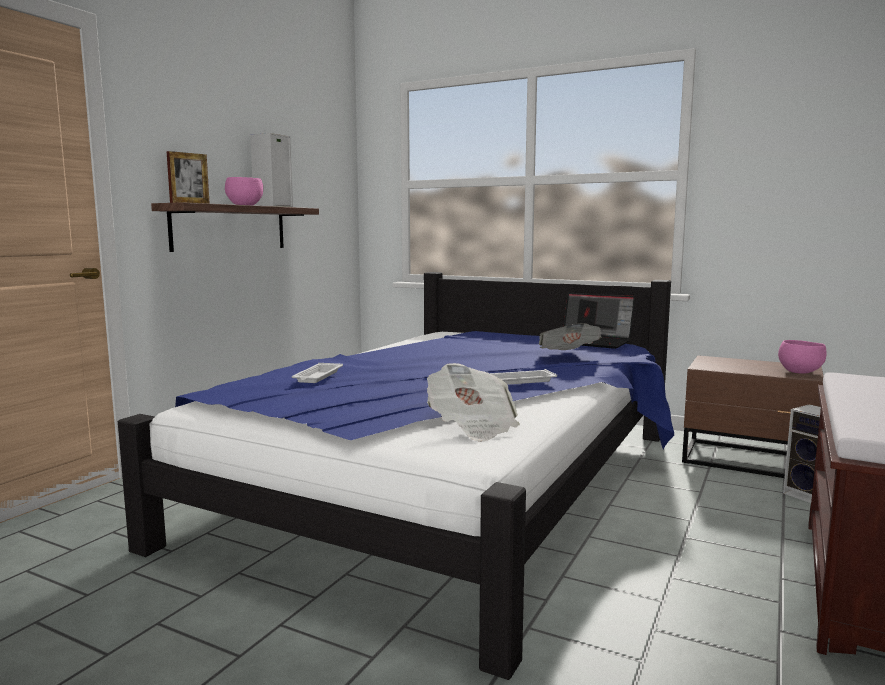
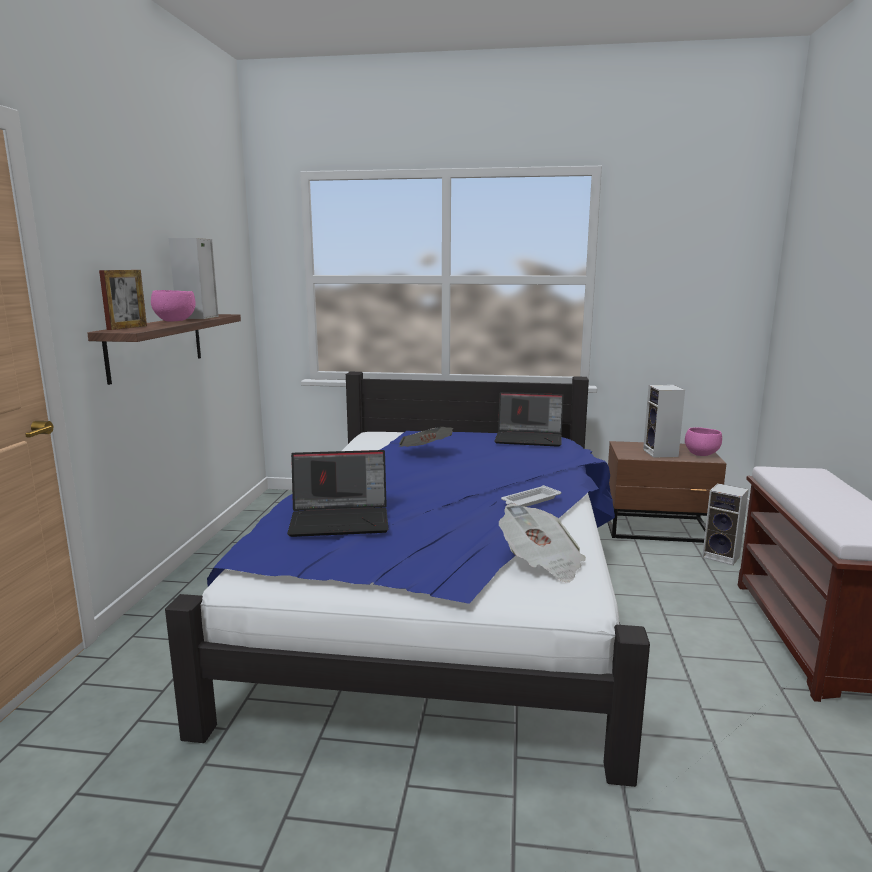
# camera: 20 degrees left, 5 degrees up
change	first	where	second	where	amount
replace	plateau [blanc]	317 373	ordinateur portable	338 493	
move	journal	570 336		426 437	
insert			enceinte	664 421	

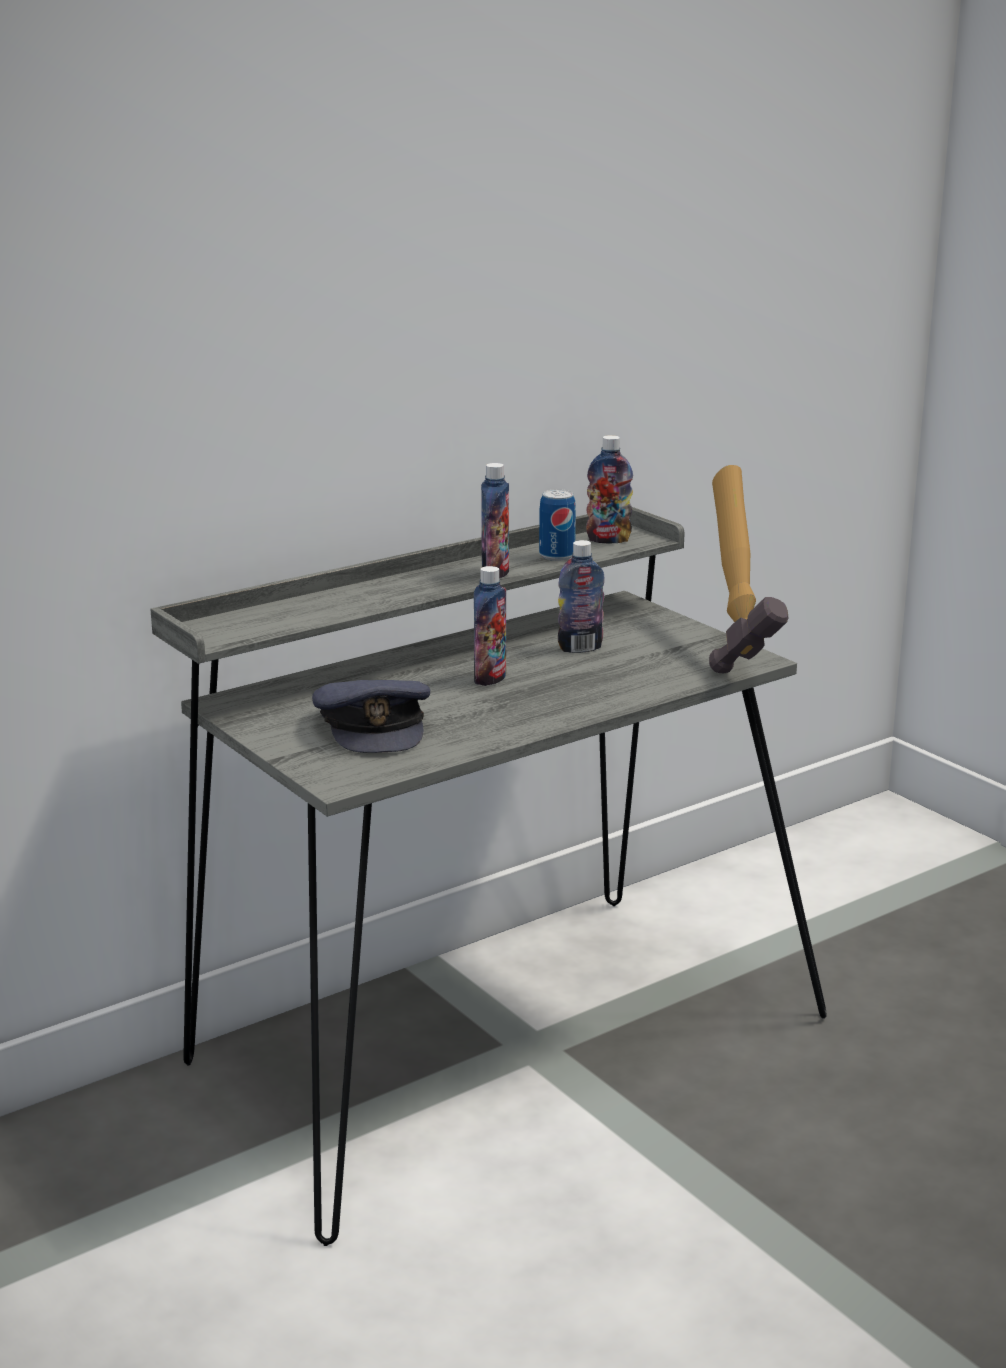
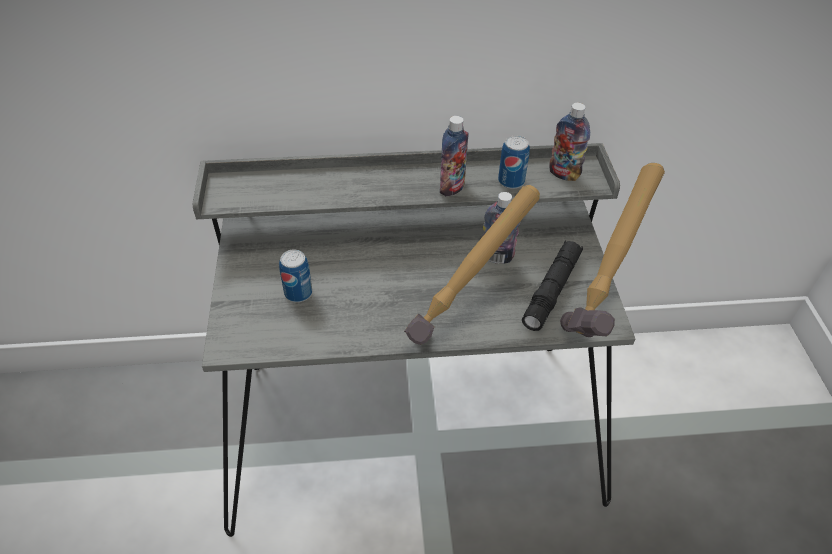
# camera: 30 degrees right, 25 degrees up
change	first	where	second	where	amount
replace	casquette [gris]	371 716	boîte métallique	295 275	
delete	bouteille	490 626			
insert			marteau	472 265	
insert			lampe de poche [noir]	552 285	

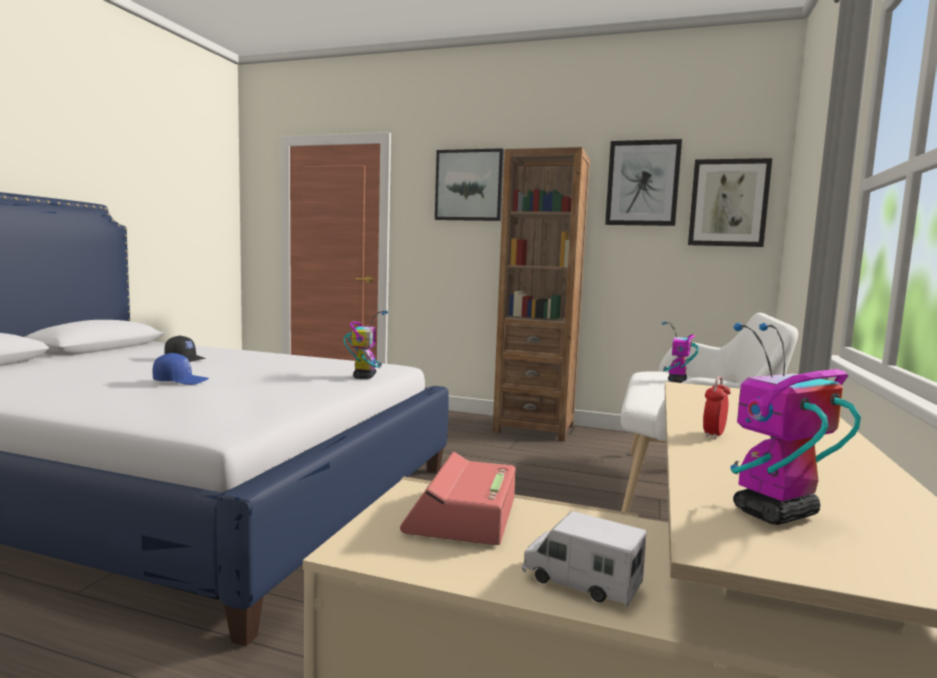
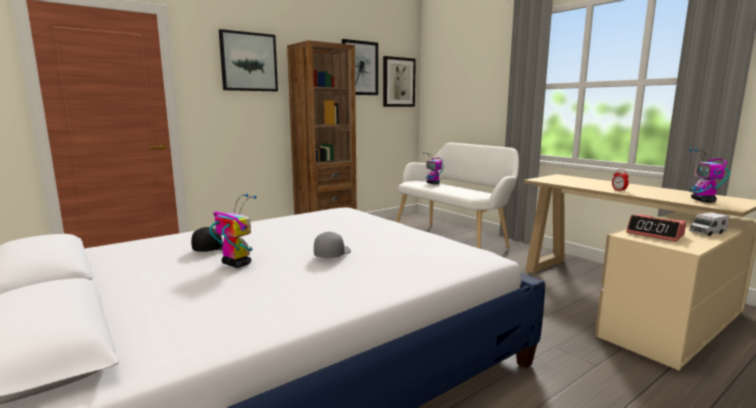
# camera: 55 degrees left, 5 degrees up
change	first	where	second	where	amount
recolor	casquette [bleu]	181 369	casquette [gris]	332 245	
move	robot jouet	366 345		233 231	

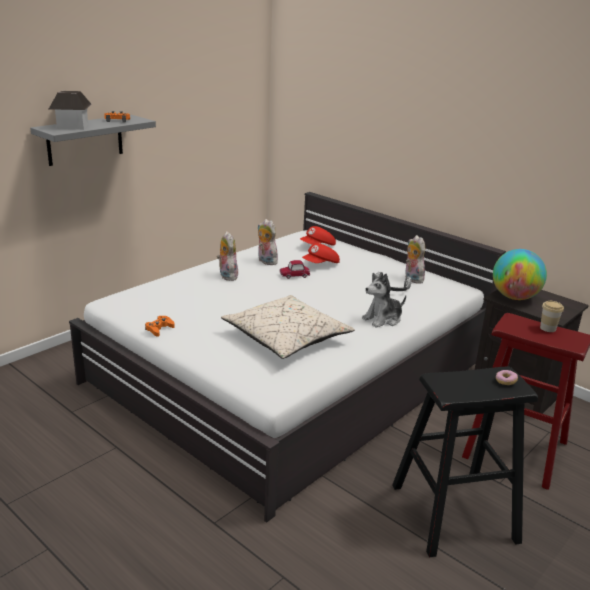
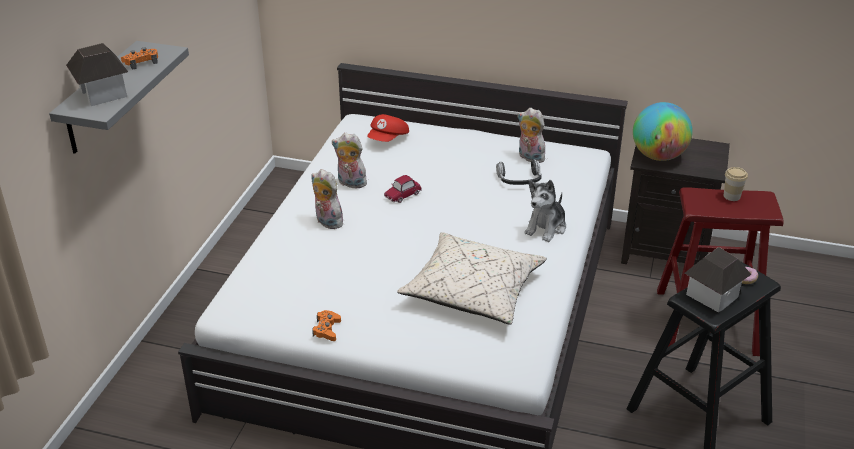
# camera: 25 degrees left, 10 degrees up
change	first	where	second	where	amount
delete	casquette [rouge]	321 253			
insert			maison miniature	718 279	

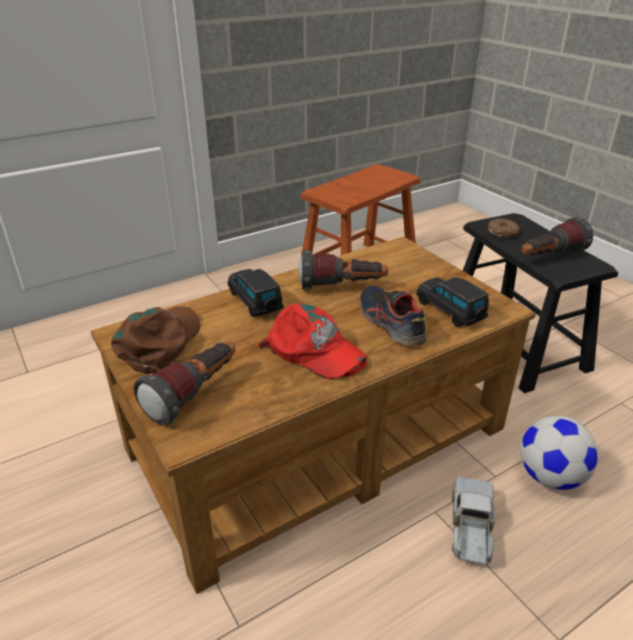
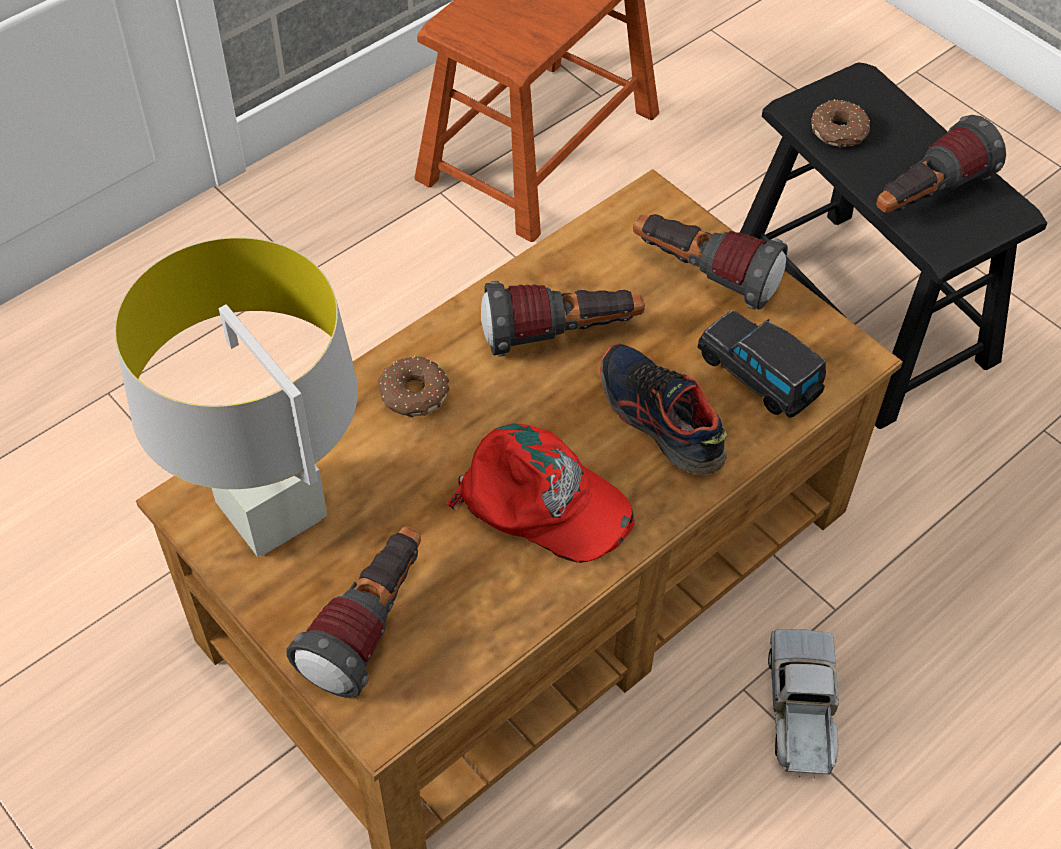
# camera: 10 degrees left, 20 degrees up
change	first	where	second	where	amount
replace	casquette [marron]	155 340	lampe de table [gris]	236 397	
replace	petite voiture [noir]	256 293	beignet	414 387	
delete	ballon de foot	559 453			
insert			lampe de poche	710 262	

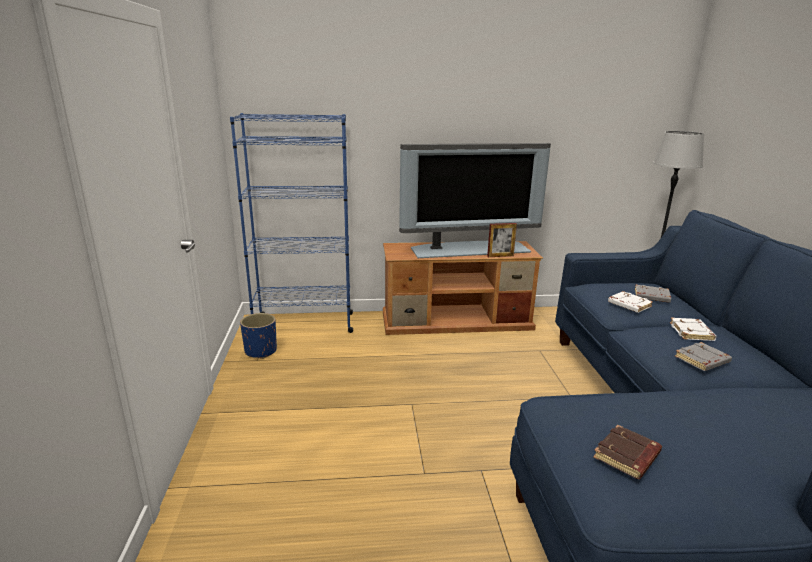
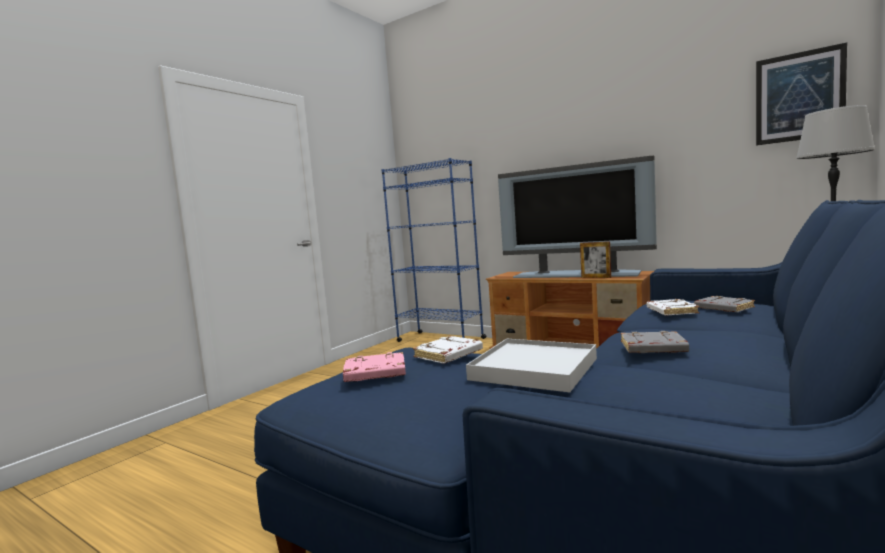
# camera: 40 degrees right, 15 degrees down
change	first	where	second	where	amount
delete	cache-pot [bleu]	258 336			
recolor	livre [marron]	627 452	livre [rose]	374 367	
move	livre [blanc]	693 329		448 349	
insert			plateau [blanc]	531 365	
insert			tableau	801 94	

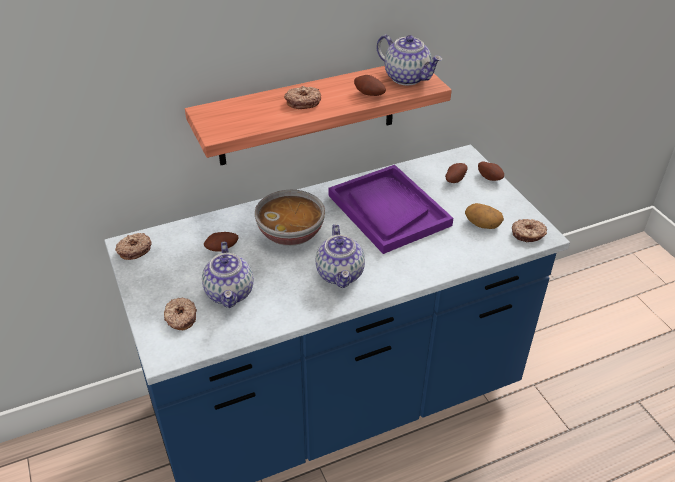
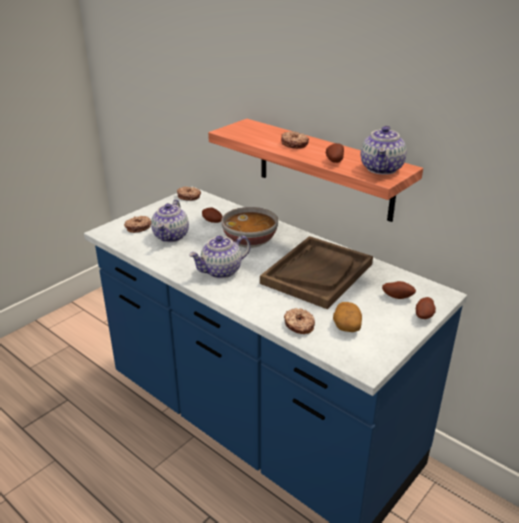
# camera: 65 degrees right, 10 degrees down
change	first	where	second	where	amount
rotate	théière	227 275		170 221	45 degrees counterclockwise
recolor	plateau [violet]	391 209	plateau [marron]	316 272	
move	beignet	529 230		299 321	

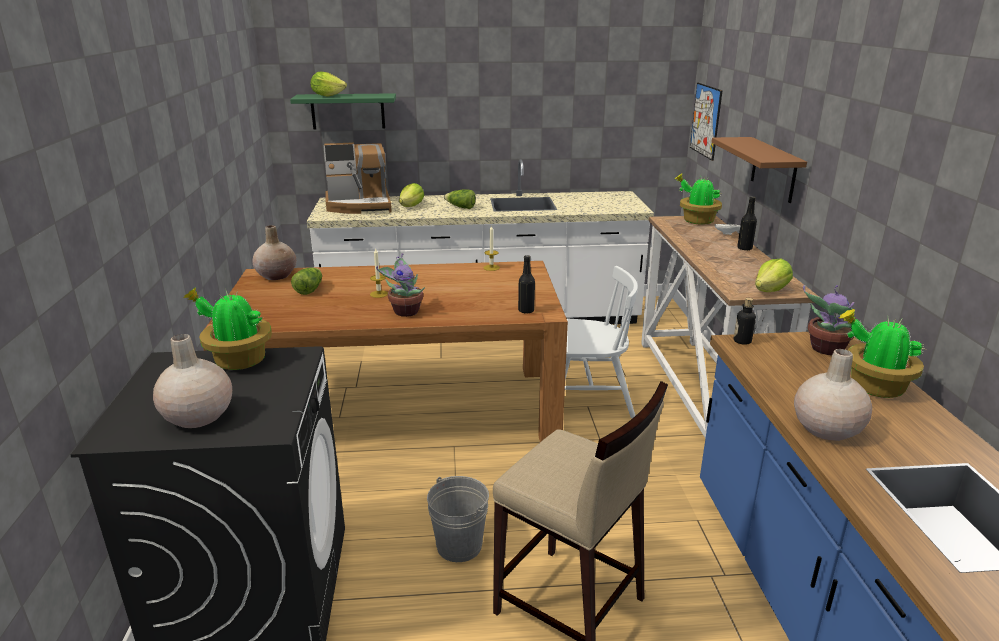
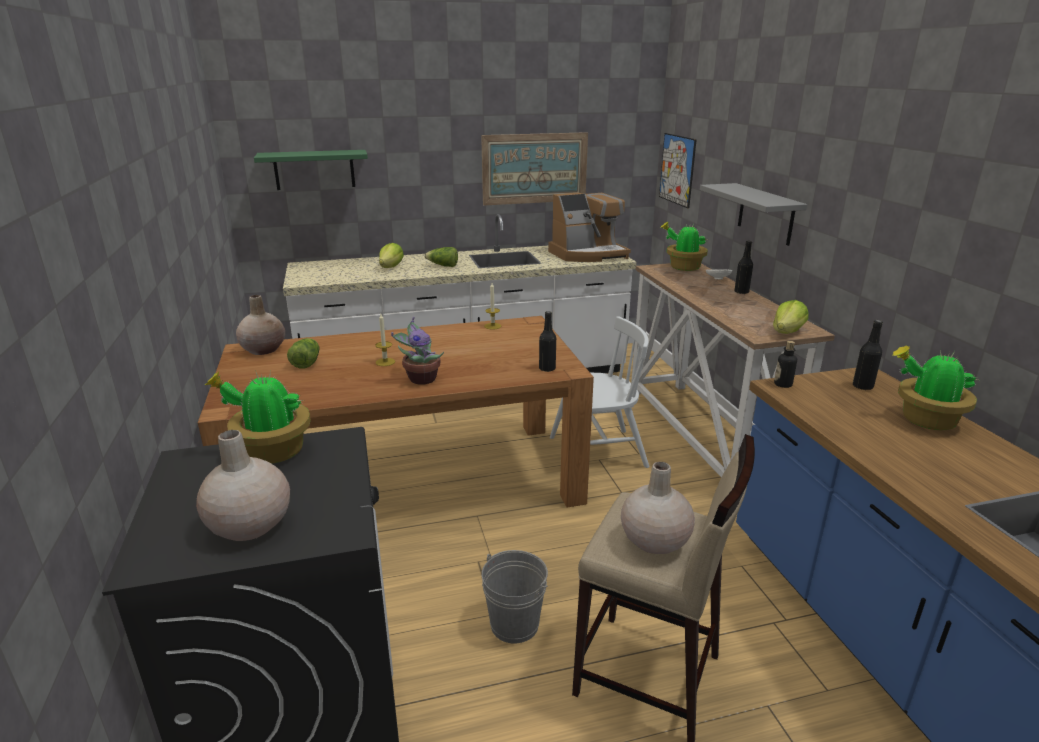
# camera: 10 degrees left, 0 degrees up
change	first	where	second	where	amount
delete	laitue	329 84			
move	machine à café	357 178		589 227	
recolor	étagère [marron]	759 170	étagère [gris]	753 214	
move	vase [beige]	833 395		658 508	
replace	plante en pot	832 320	bouteille [noir]	868 355	
insert			tableau	534 169	

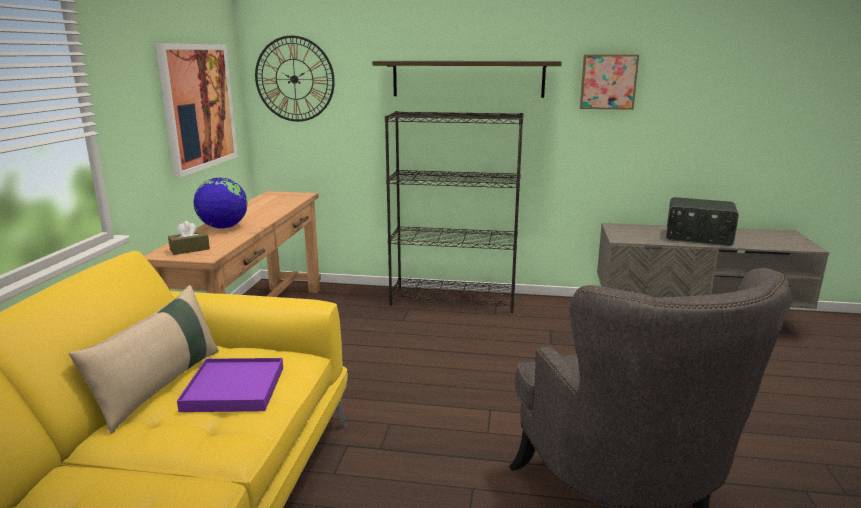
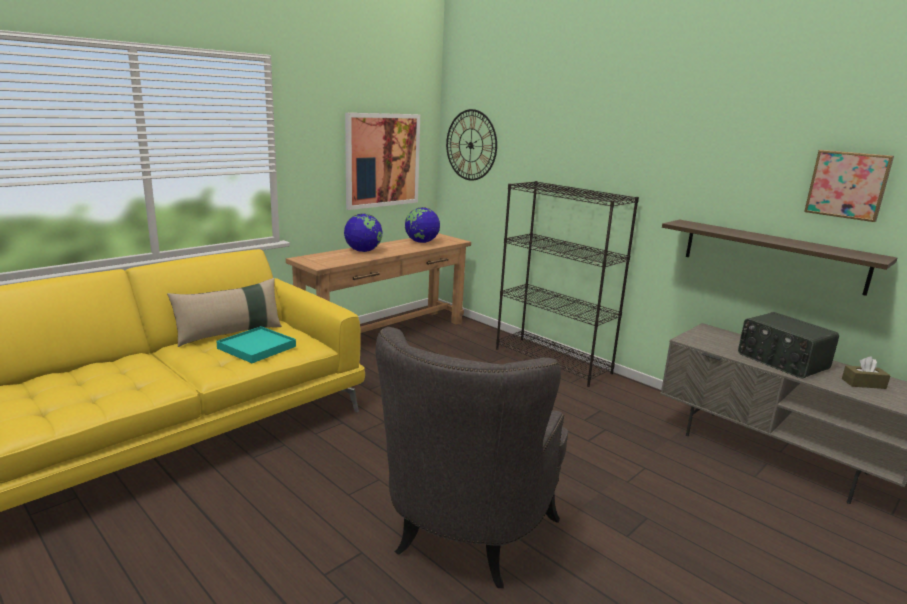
# camera: 35 degrees right, 0 degrees up
change	first	where	second	where	amount
move	boîte à mouchoirs [marron]	189 238		866 372	
recolor	plateau [violet]	230 385	plateau [turquoise]	256 344	
move	étagère	467 79		779 258	
move	tableau	609 82		849 186	
insert			globe	422 225	

